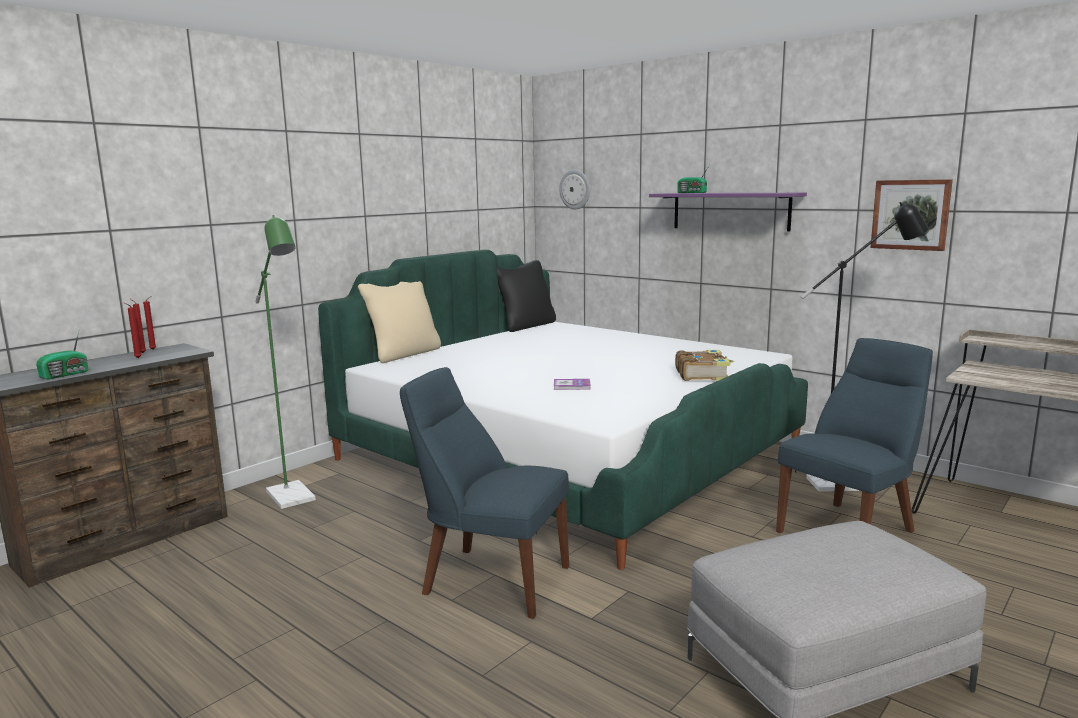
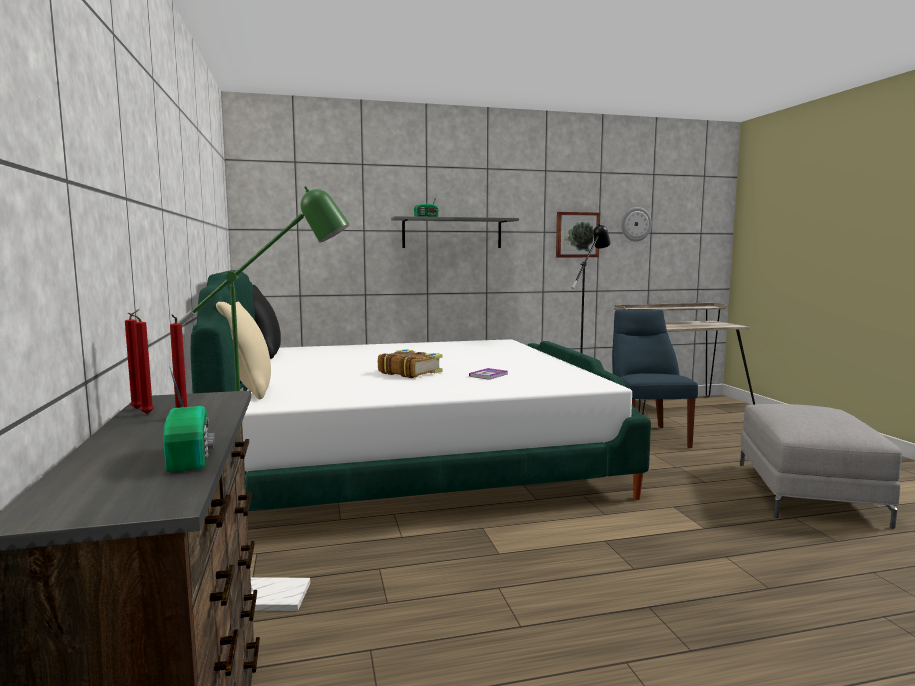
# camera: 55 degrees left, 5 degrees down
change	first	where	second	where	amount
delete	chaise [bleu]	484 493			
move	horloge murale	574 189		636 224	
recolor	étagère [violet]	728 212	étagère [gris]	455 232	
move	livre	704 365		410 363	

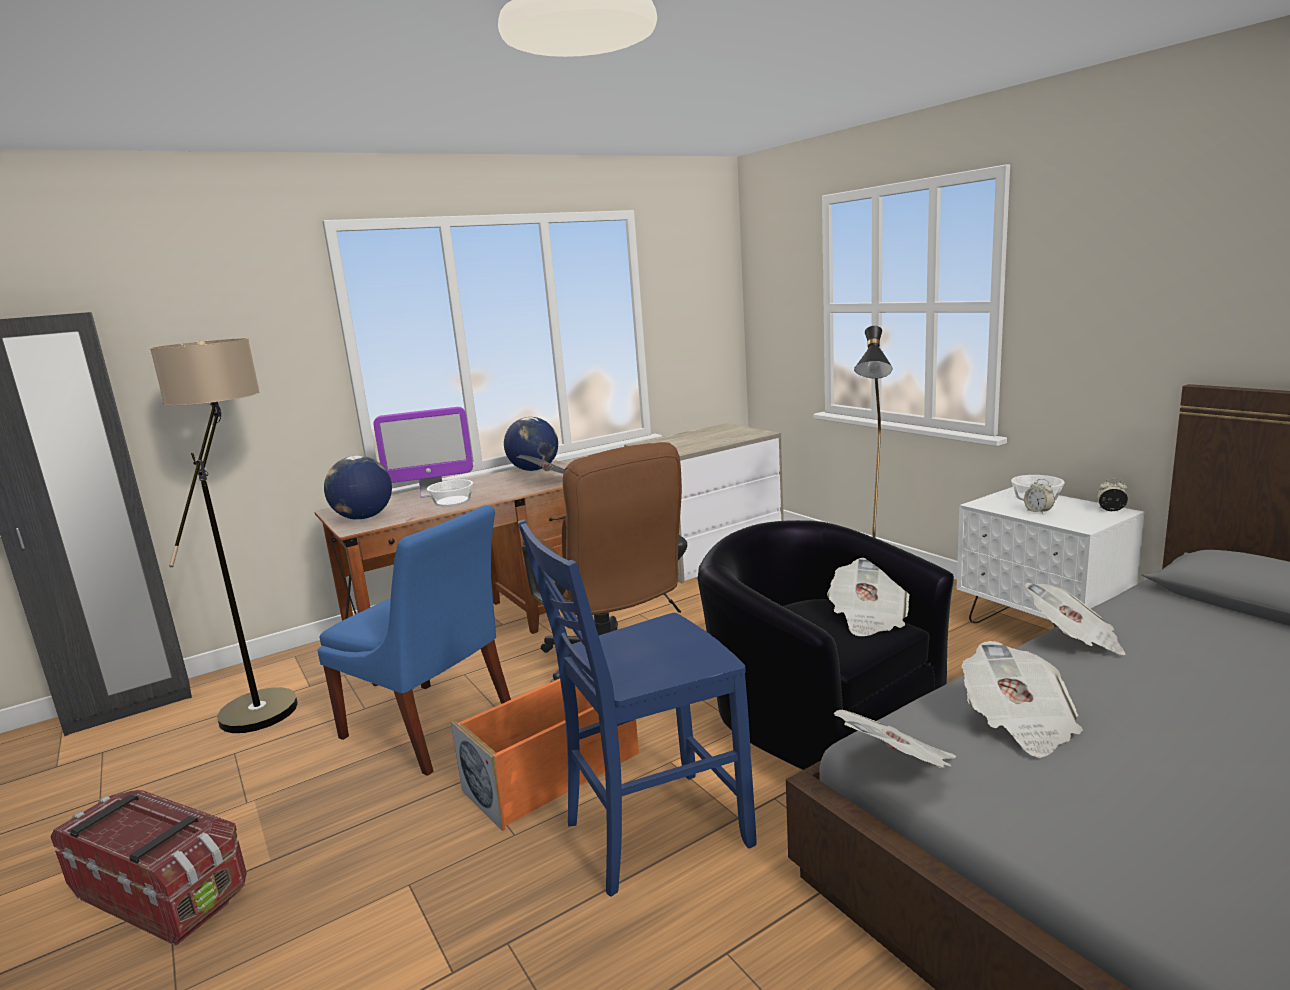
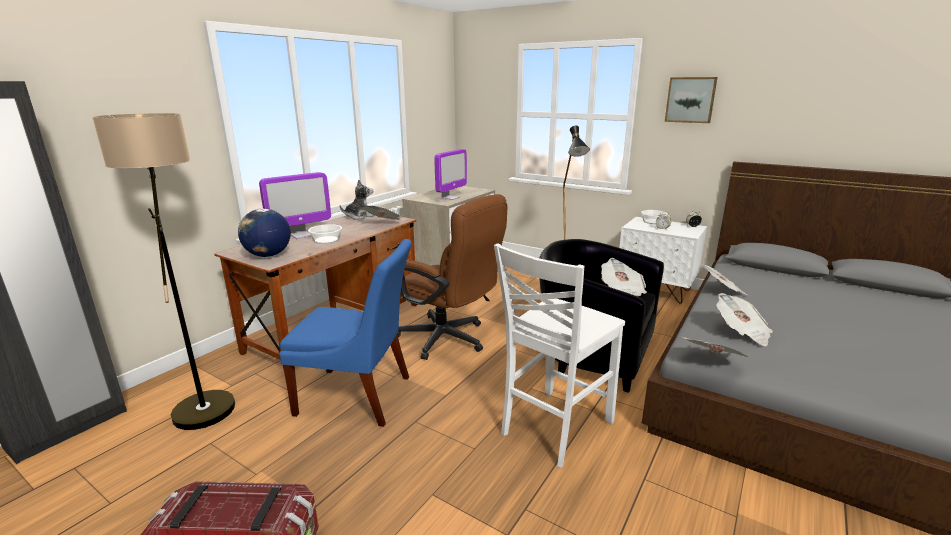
# camera: 25 degrees left, 5 degrees up
change	first	where	second	where	amount
delete	boîte de rangement [orange]	545 755			
replace	globe	531 444	peluche	357 200	
recolor	chaise [bleu]	637 707	chaise [blanc]	559 356	
insert			écran d'ordinateur	450 174	
insert			tableau	691 100	

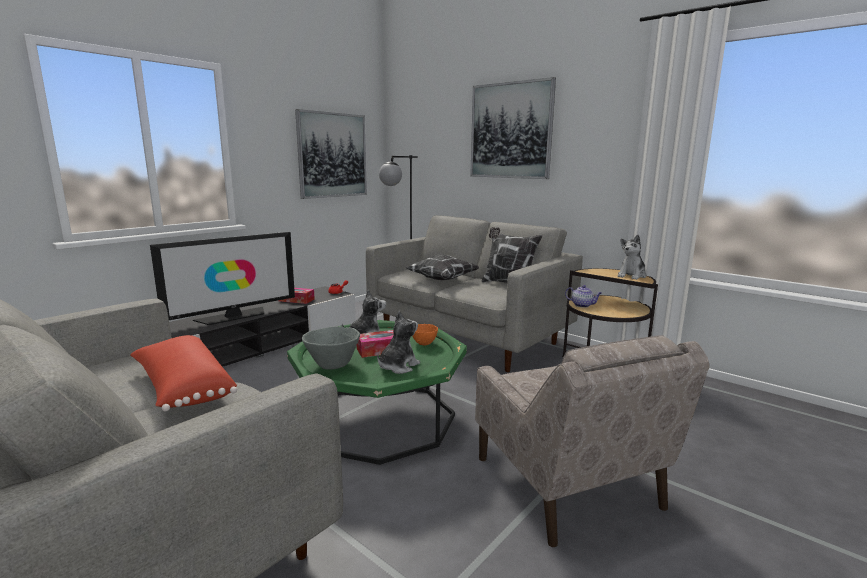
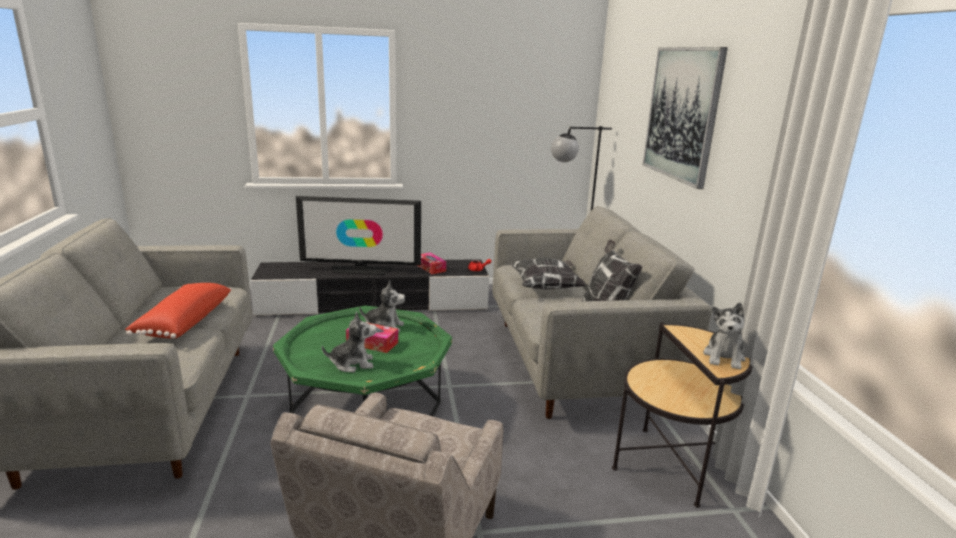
# camera: 40 degrees right, 5 degrees up
change	first	where	second	where	amount
delete	tableau	331 154			
delete	bol [gris]	331 348			
delete	bol [orange]	425 334			
delete	théière	583 296			
rotate	peluche	631 257		724 336	60 degrees counterclockwise

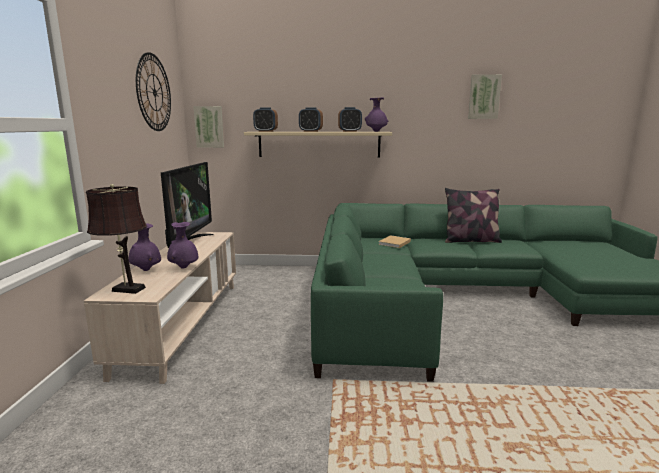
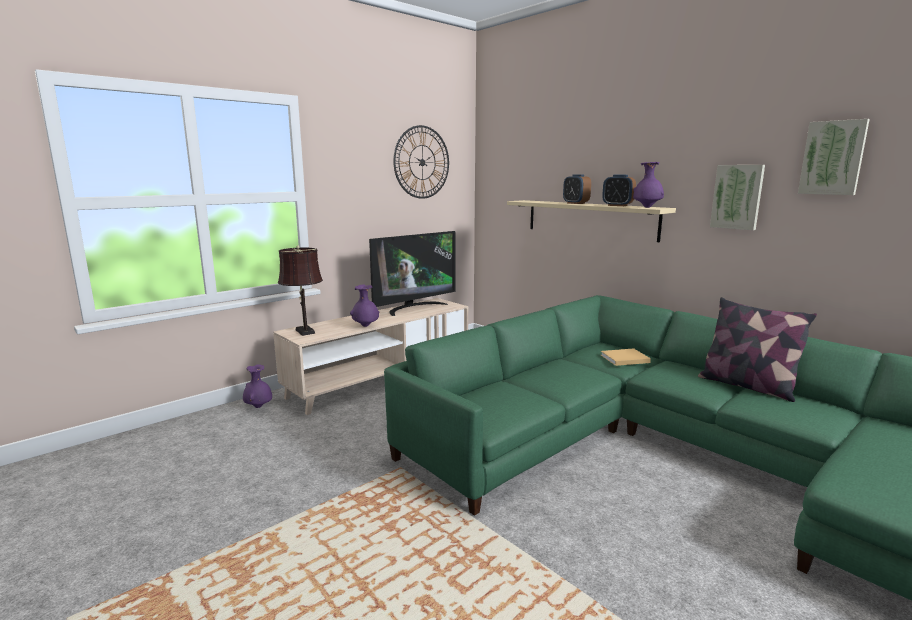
# camera: 45 degrees right, 0 degrees up
change	first	where	second	where	amount
move	vase [violet]	144 247		257 386	
move	tableau	208 127		737 197	
delete	réveil	265 119			

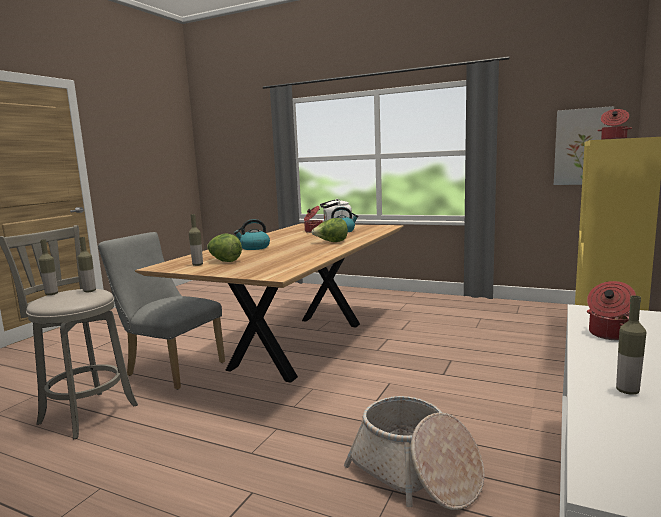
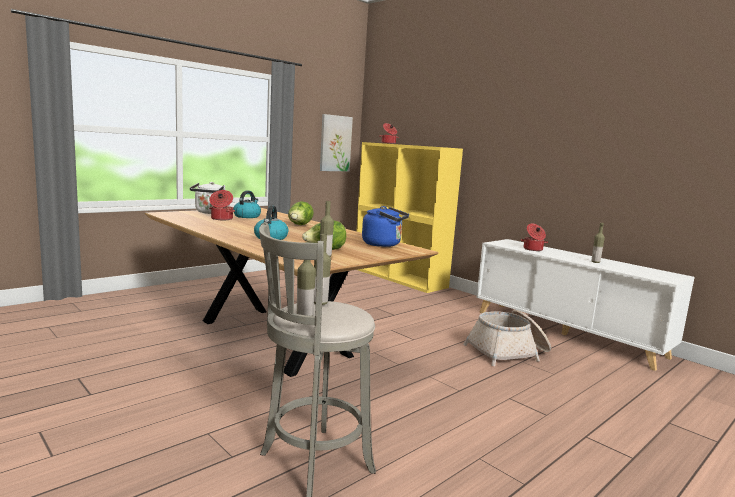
# camera: 70 degrees left, 0 degrees up
change	first	where	second	where	amount
delete	chaise [gris]	161 311			
insert			bouilloire [bleu]	385 226	

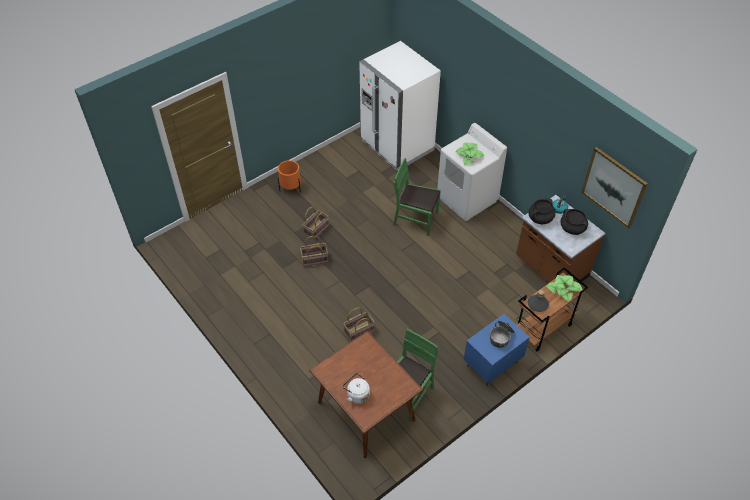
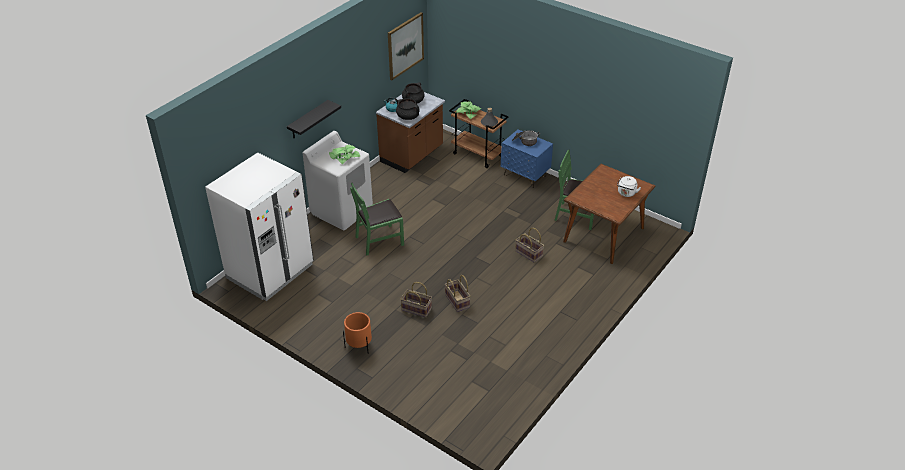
# camera: 105 degrees left, 10 degrees down
change	first	where	second	where	amount
rotate	chaise [vert]	417 197		377 218	60 degrees clockwise
insert			étagère [noir]	314 119	

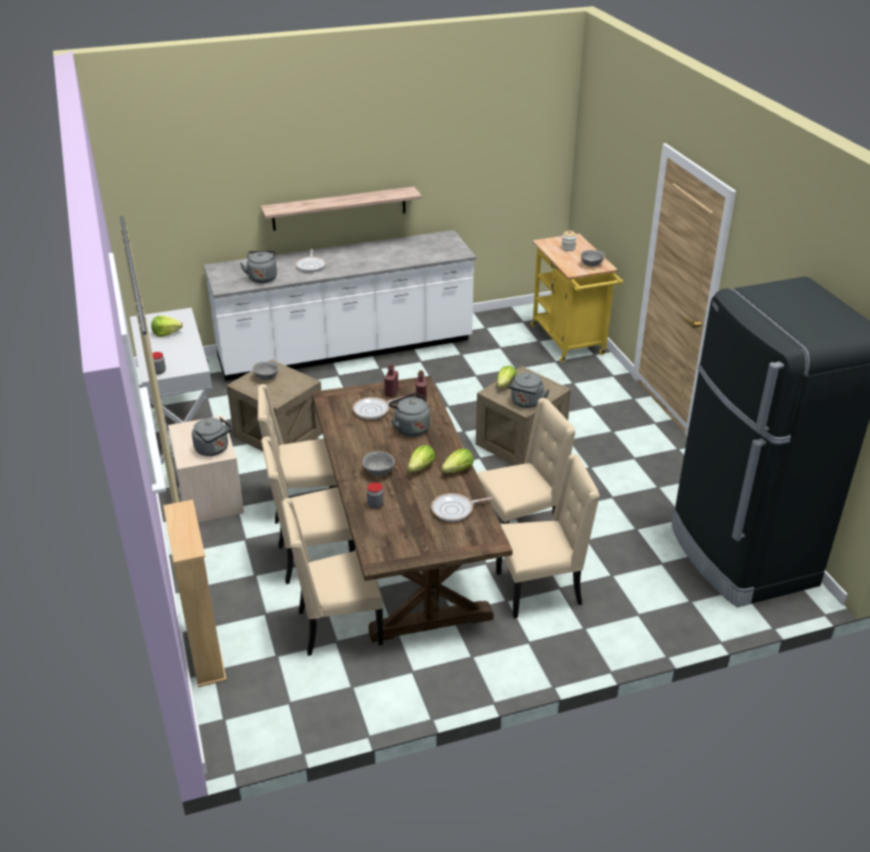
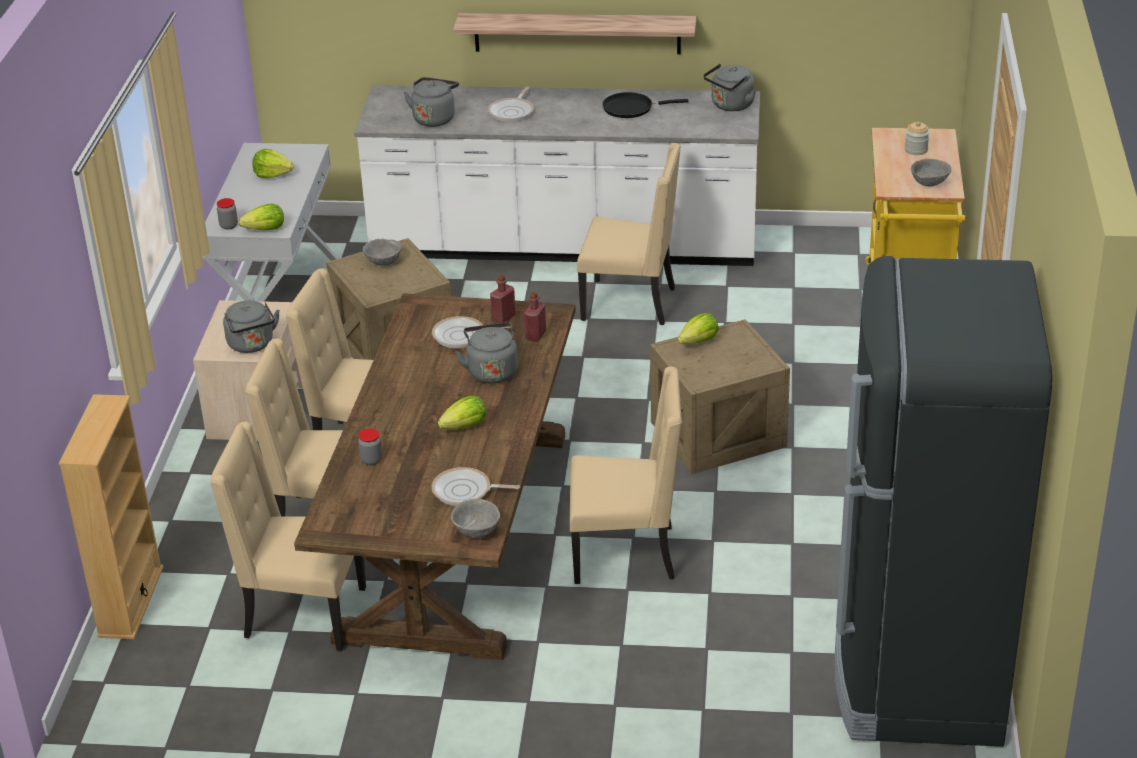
# camera: 25 degrees right, 0 degrees up
change	first	where	second	where	amount
move	bol [gris]	379 463		475 518	
move	laitue	457 461		261 217	
move	chaise [beige]	548 536		629 234	
move	bouilloire [gris]	529 390		729 87	
insert			poêle [noir]	645 105	

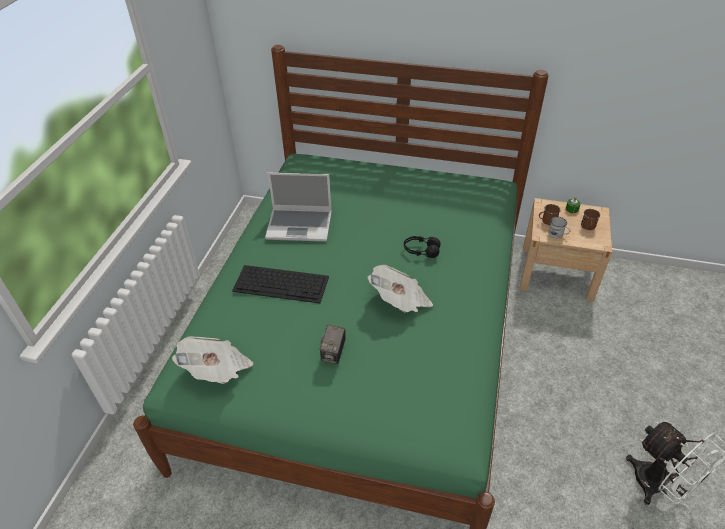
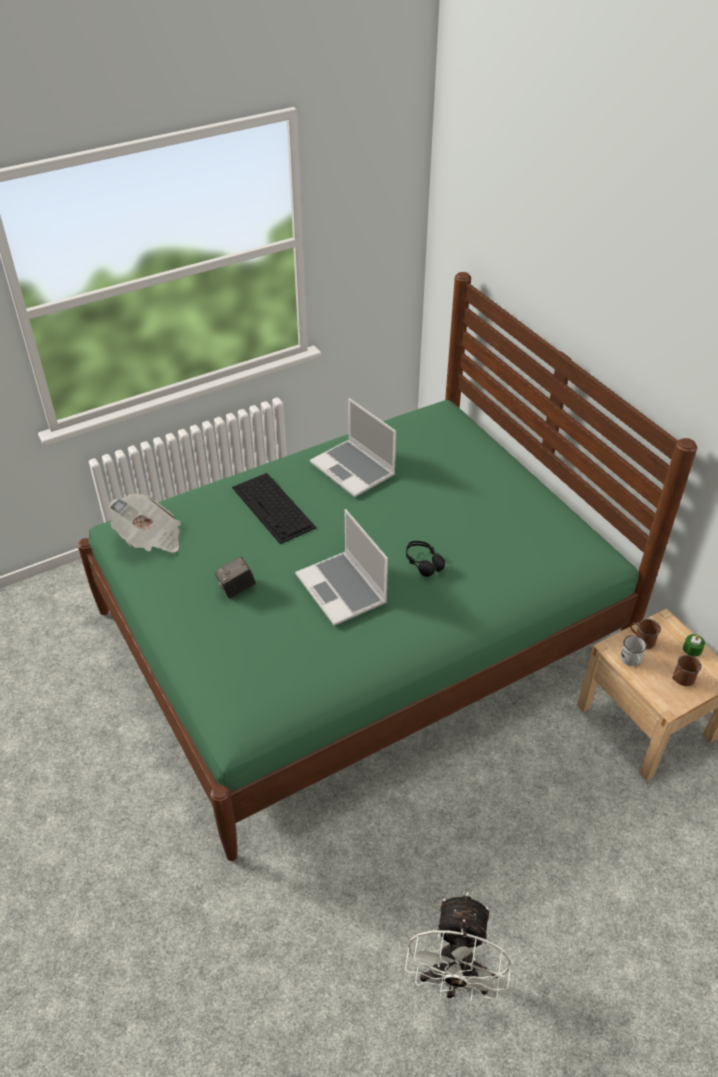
# camera: 45 degrees right, 0 degrees up
change	first	where	second	where	amount
replace	journal	400 289	ordinateur portable	341 567	

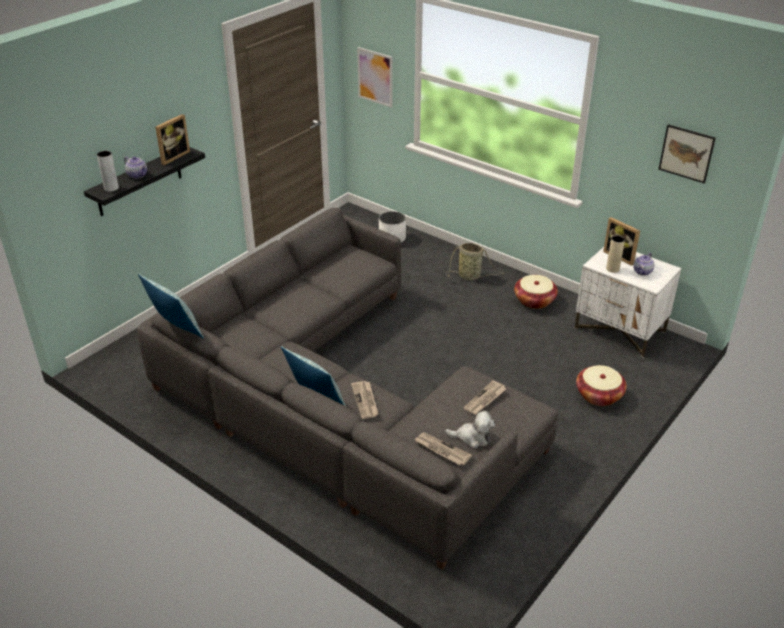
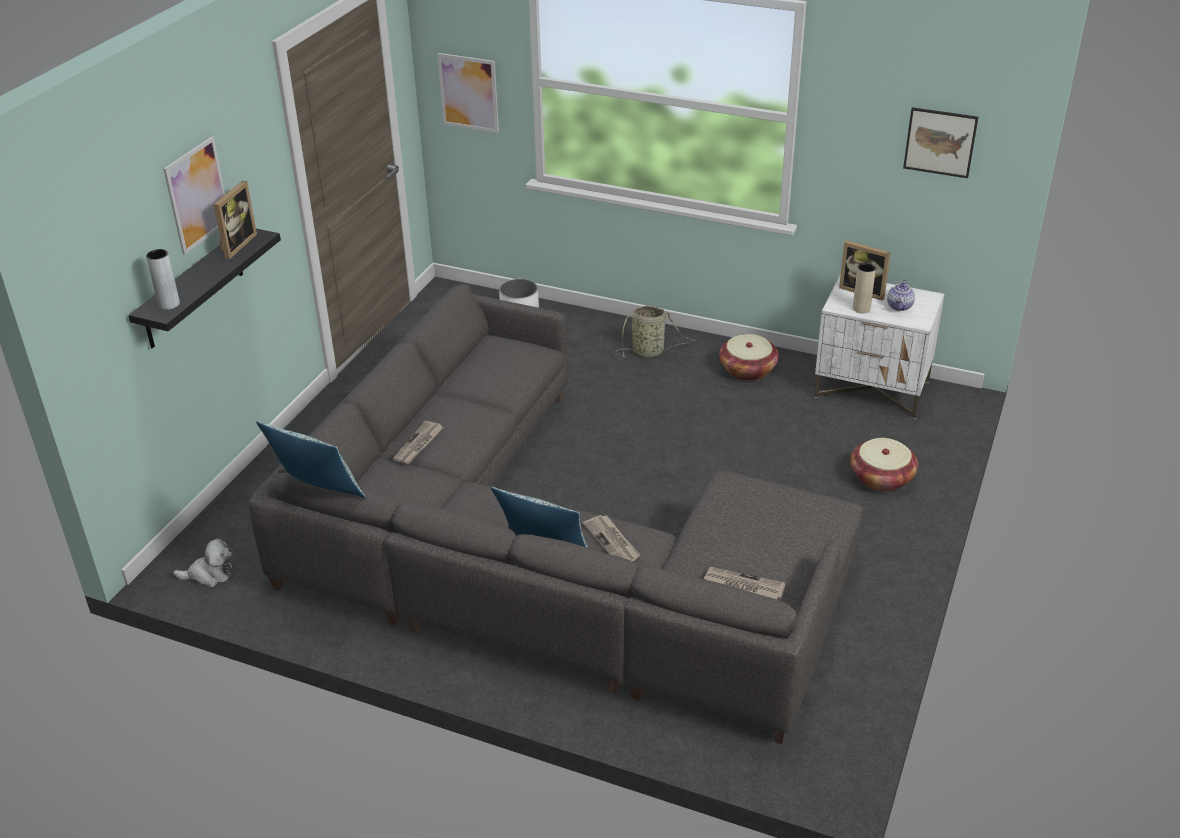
# camera: 15 degrees left, 0 degrees up
change	first	where	second	where	amount
delete	théière	135 167			
move	peluche	470 430		202 563	
move	journal	484 397		418 442	
insert			tableau	194 195	

